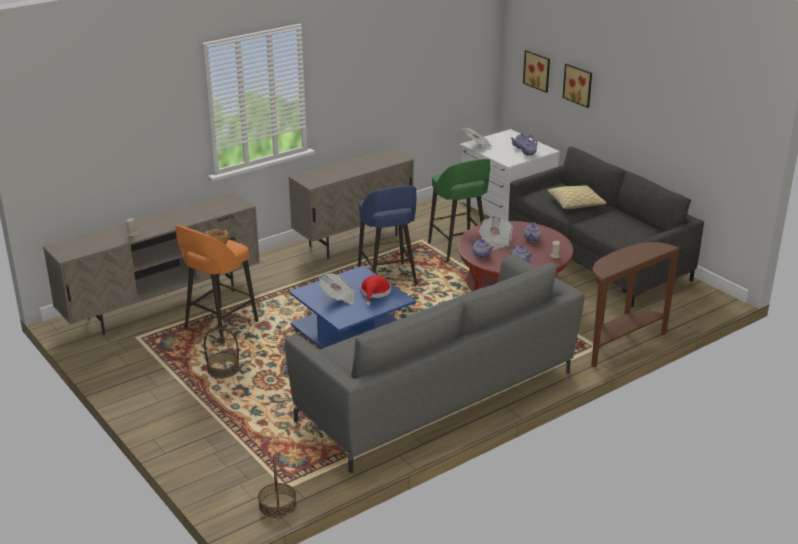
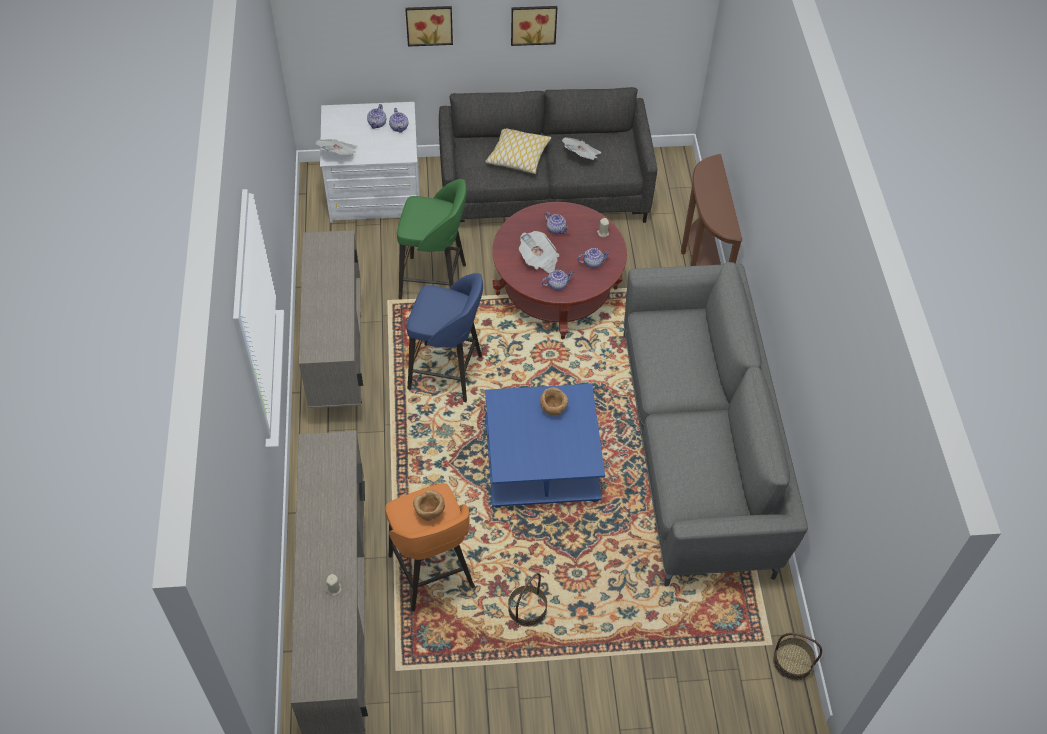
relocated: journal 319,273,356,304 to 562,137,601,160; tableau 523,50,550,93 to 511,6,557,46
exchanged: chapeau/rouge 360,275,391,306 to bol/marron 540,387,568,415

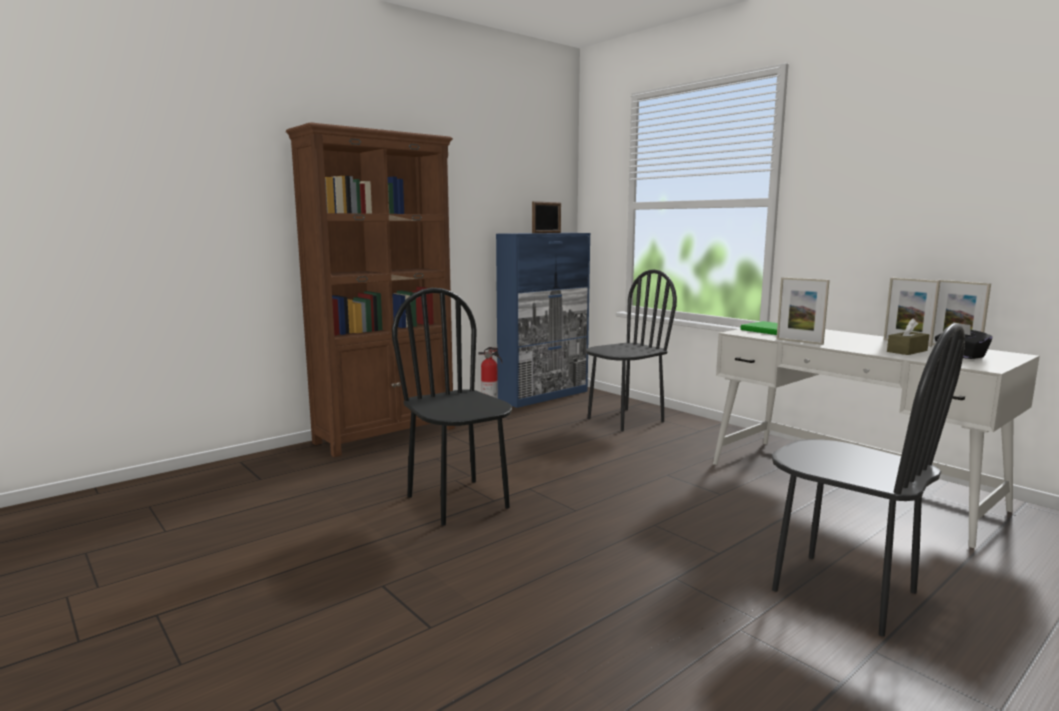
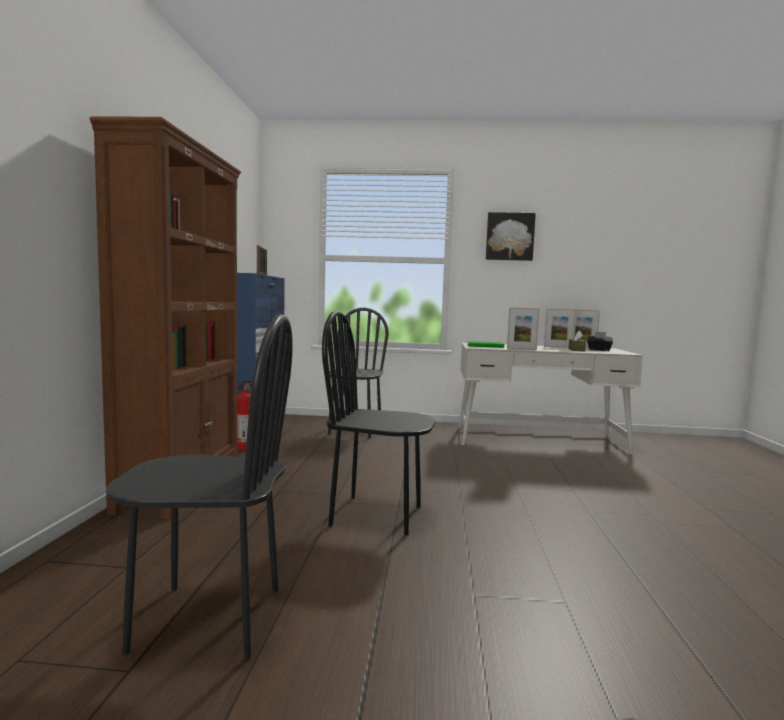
appeared: tableau 486,212,536,261
relocated: chaise/noir 772,323,965,637 to 106,314,293,661

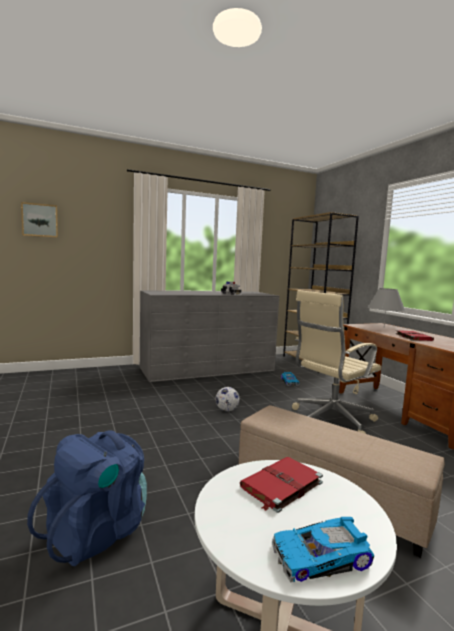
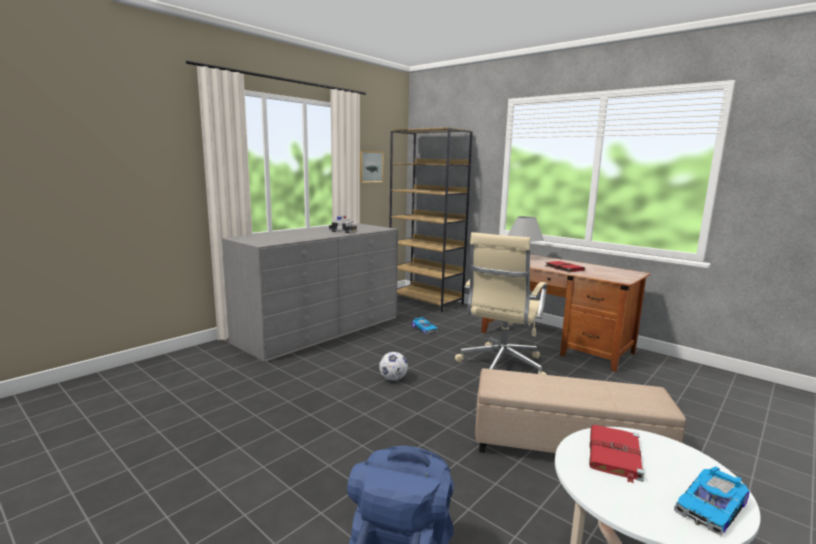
relocated: tableau 21,202,58,238 to 360,151,384,183

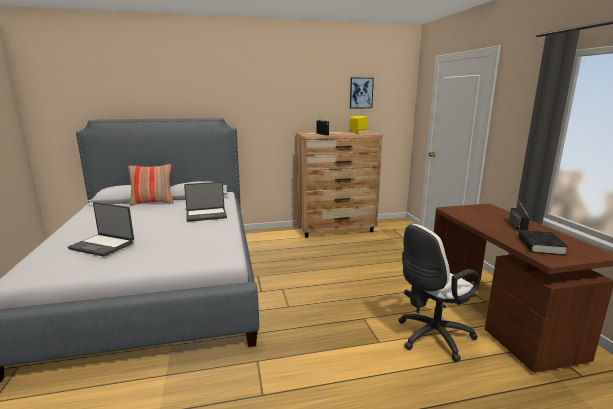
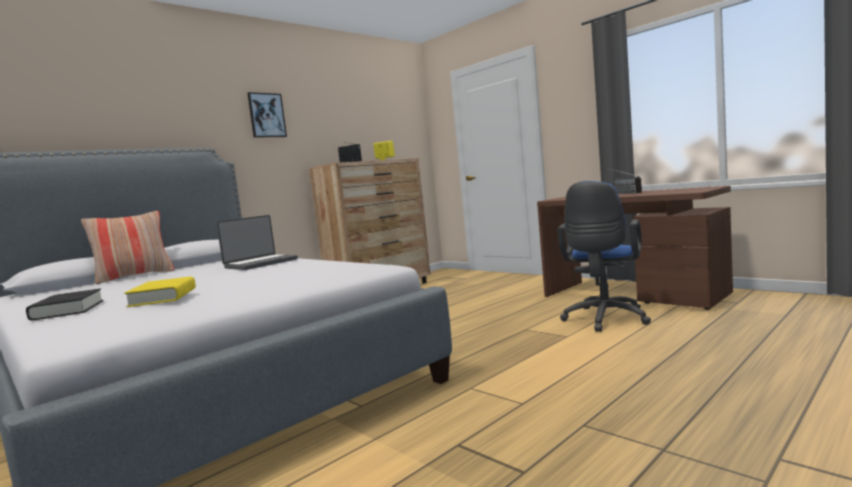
relocated: tableau 350,78,374,109 to 247,92,287,138; livre/noir 519,230,568,256 to 26,288,103,320
exchanged: ordinateur portable 68,202,134,257 to livre/jaune 124,276,196,307
colour: chaise de bureau/blanc 398,224,480,361 to chaise de bureau/bleu 557,181,651,332

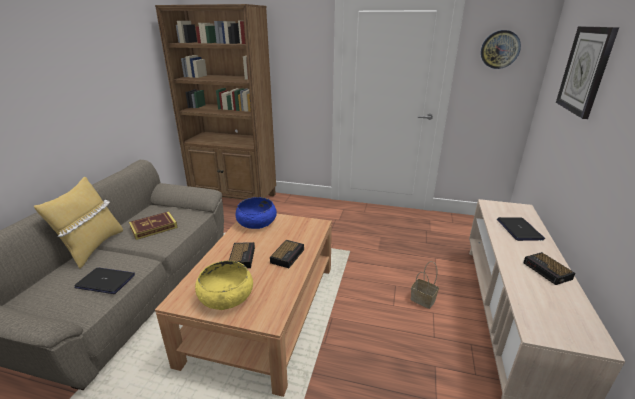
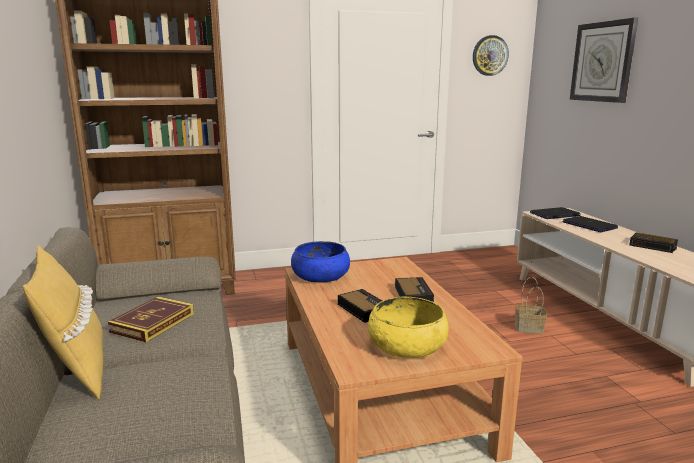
relocated: ordinateur portable 74,268,135,294 to 530,207,580,219

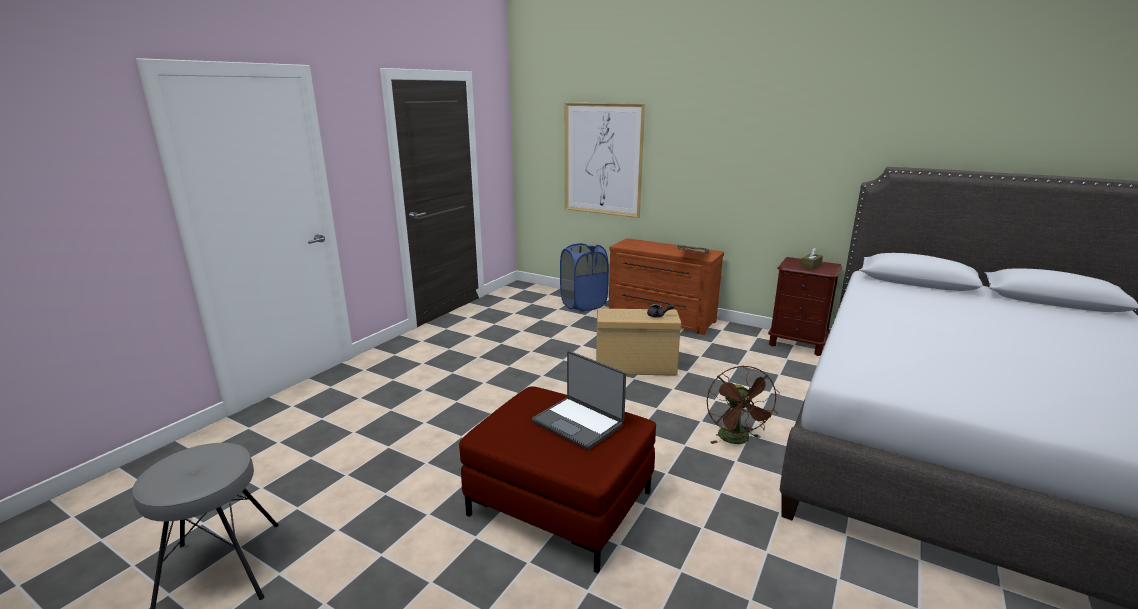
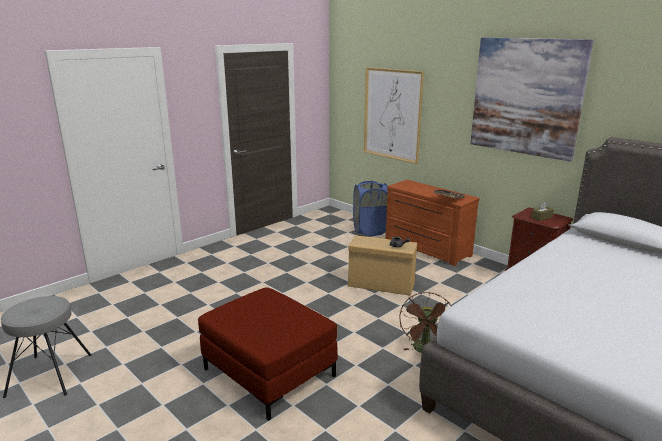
missing: ordinateur portable 532,351,626,450
appeared: tableau 470,38,594,162

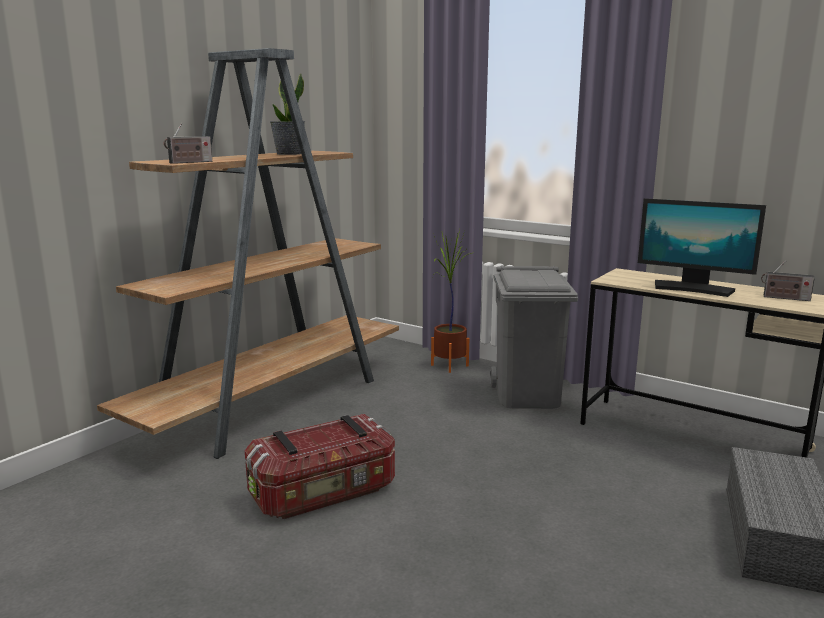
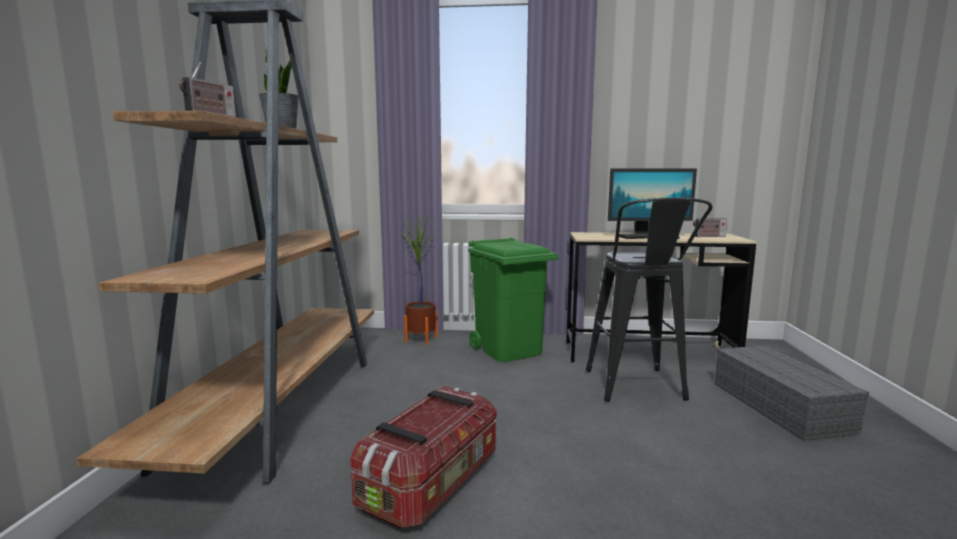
appeared: tabouret/noir 586,198,713,402
colour: poubelle/gris 490,265,578,409 to poubelle/vert 468,238,559,362

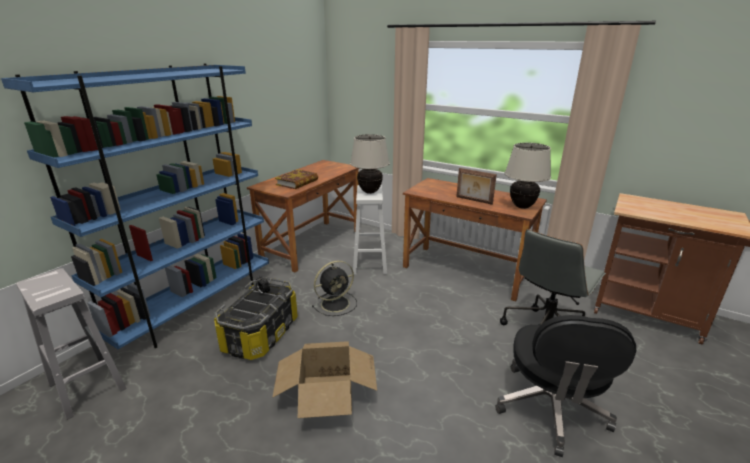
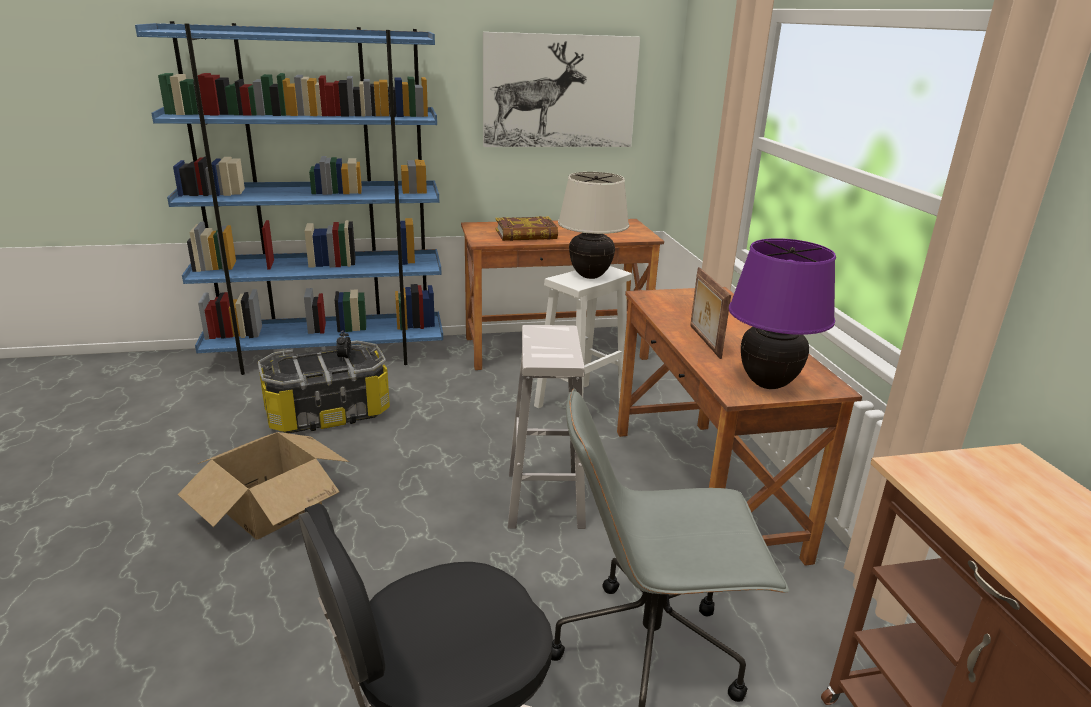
missing: ventilateur/noir 312,260,357,316
appeared: tableau 483,32,640,147
relocated: tabouret/blanc 16,268,126,420 to 508,325,586,529
colour: lampe de table/beige 505,143,551,209 to lampe de table/violet 729,238,836,389

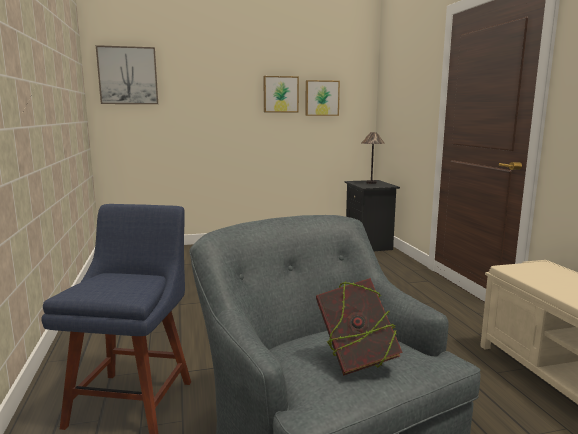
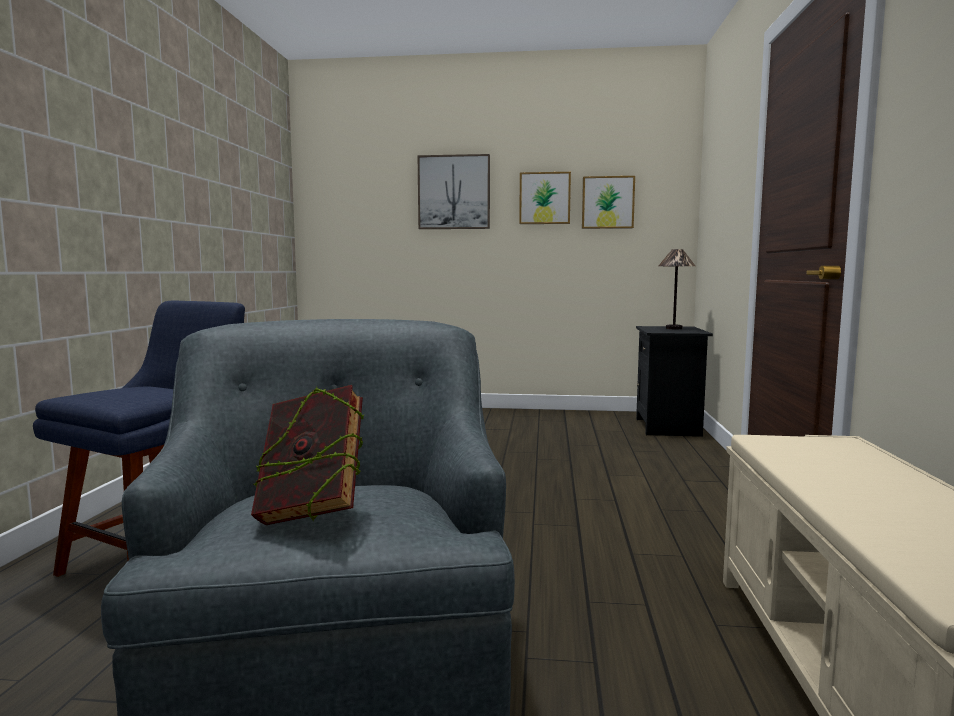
relocated: tableau 96,45,158,104 to 418,154,490,229

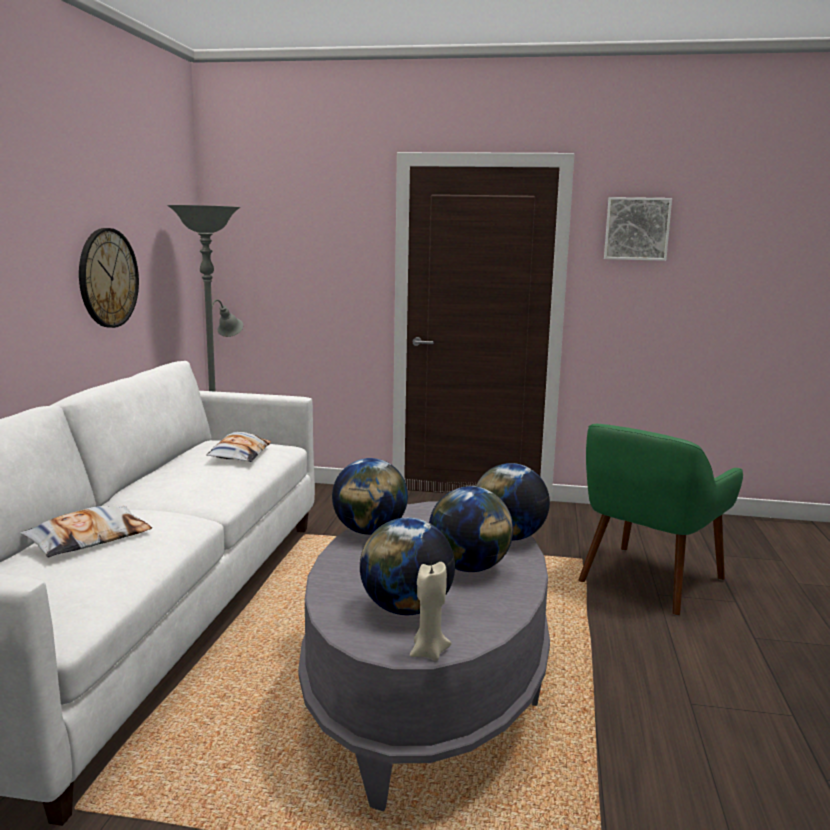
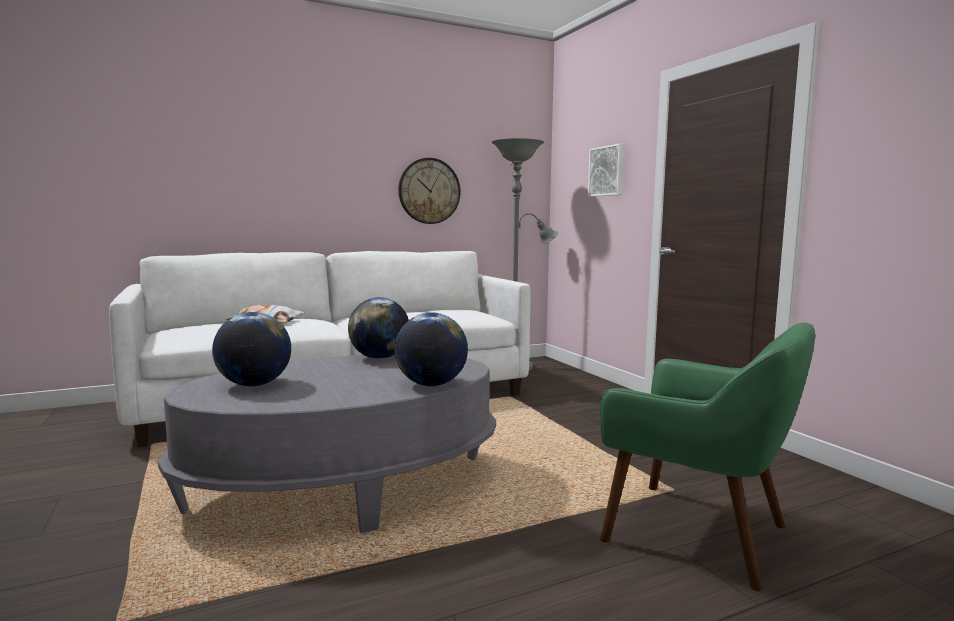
missing: coussin 206,432,271,462; bougie/beige 410,562,451,661; globe 429,486,513,572
relocated: tableau 604,197,672,261 to 588,144,625,197
spun: fauteuil/vert 578,424,743,616 = 600,323,815,592 150 degrees counterclockwise

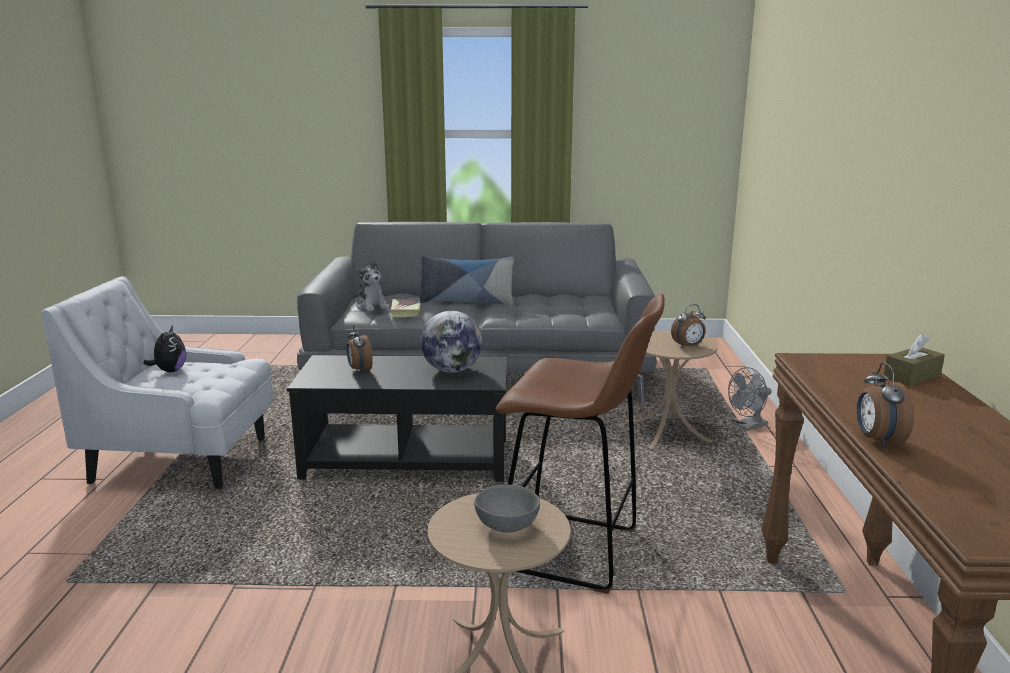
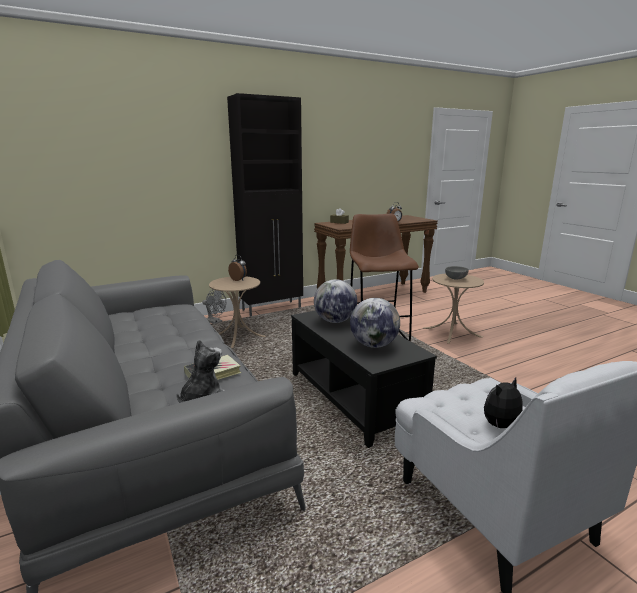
missing: coussin 419,255,514,305
appeared: meuble de rangement/noir 227,93,303,317
exchanged: réveil 346,325,373,373 to globe 350,298,400,348

